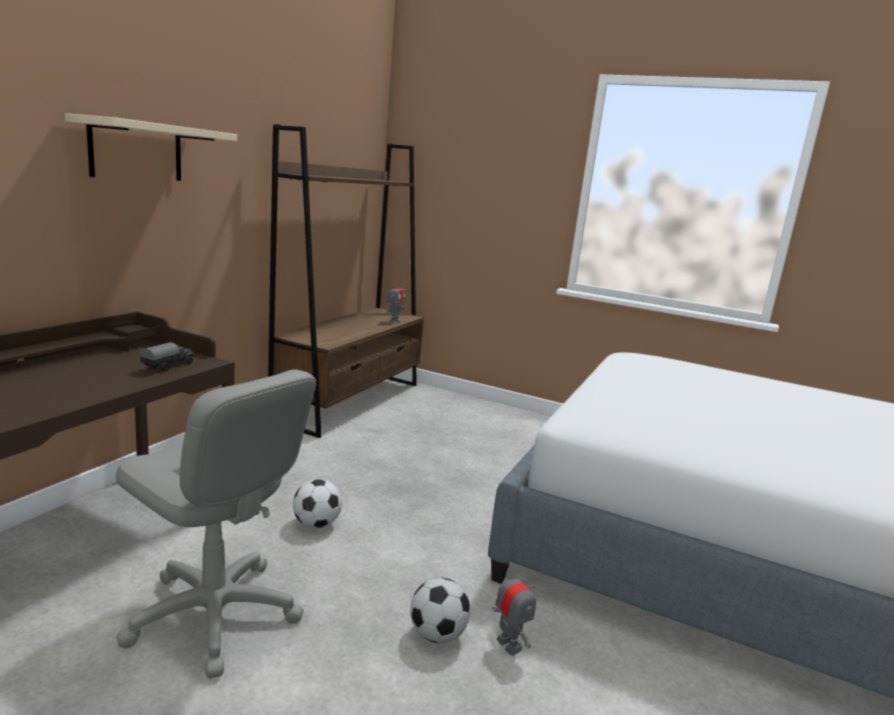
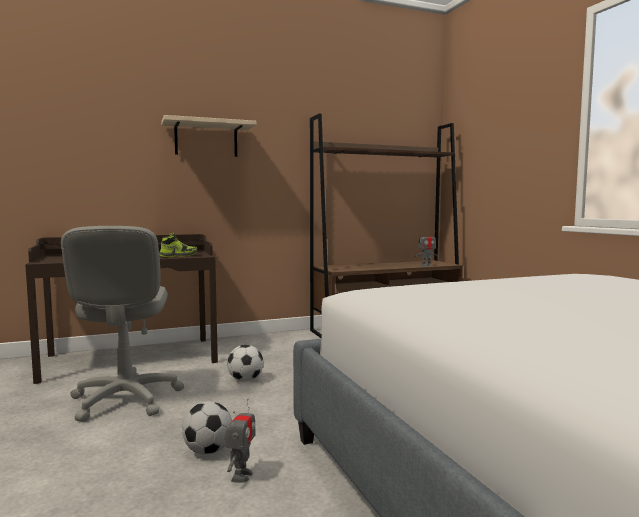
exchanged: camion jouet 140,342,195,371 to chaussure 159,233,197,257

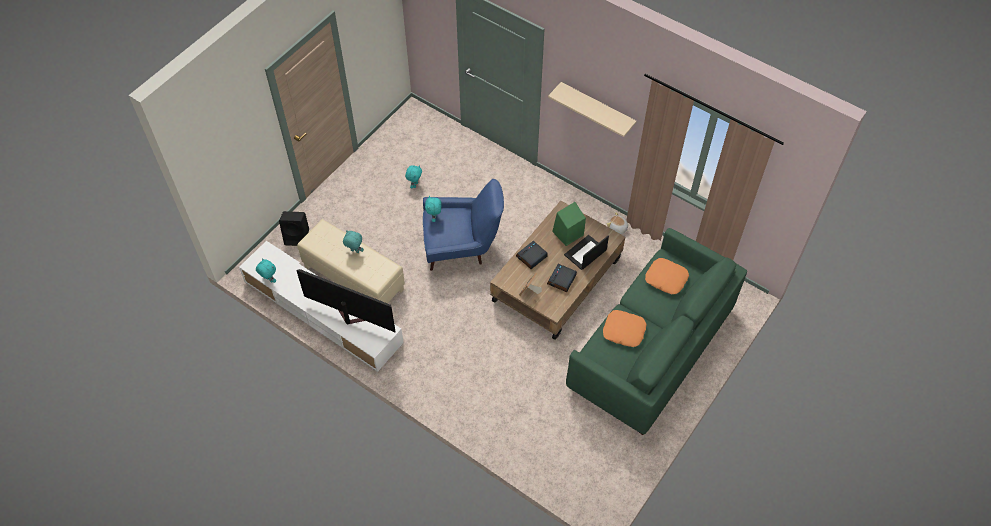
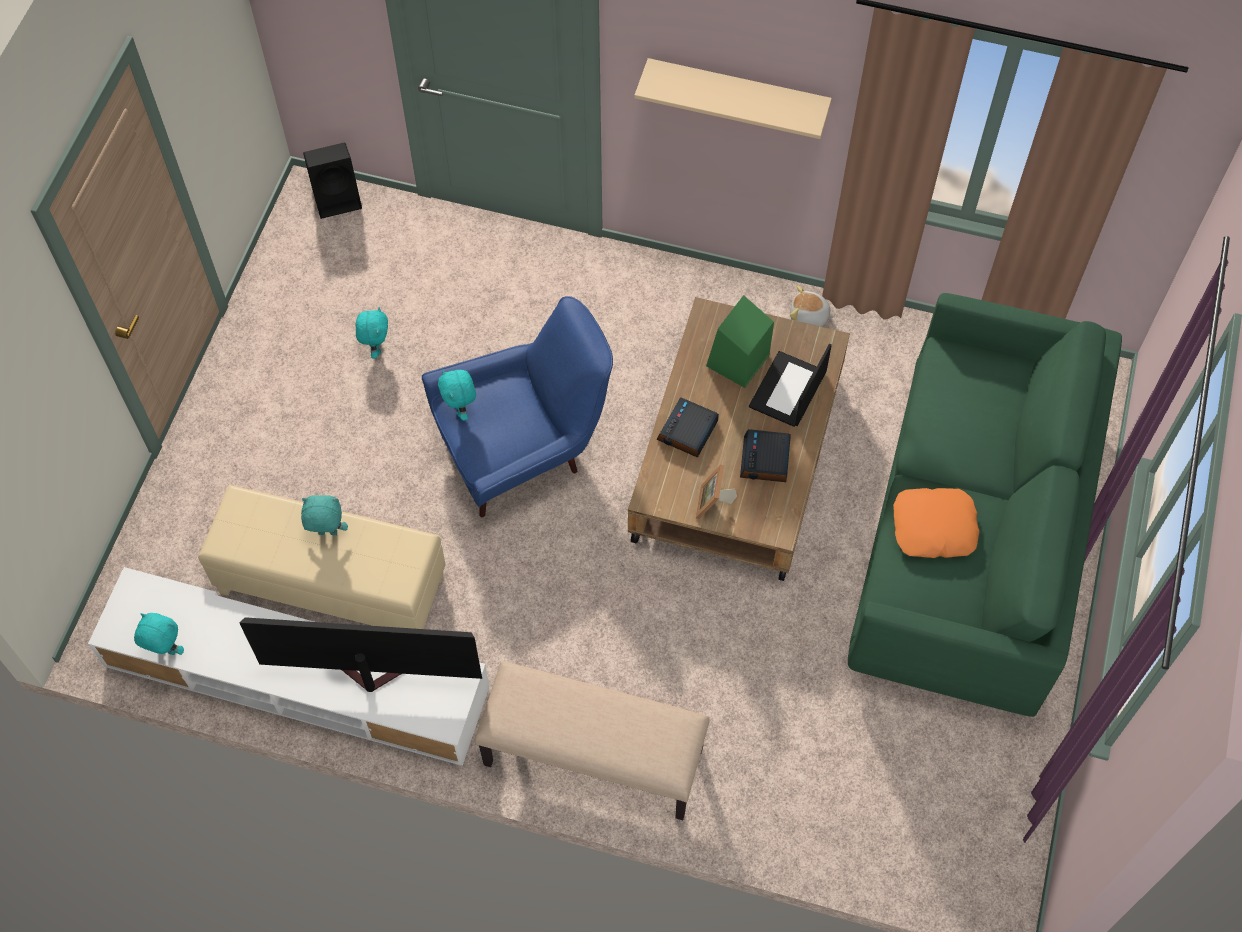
missing: coussin/orange 645,258,689,294
appeared: banc/beige 475,661,710,820
relocated: enceinte/noir 279,211,309,246 to 303,143,362,219

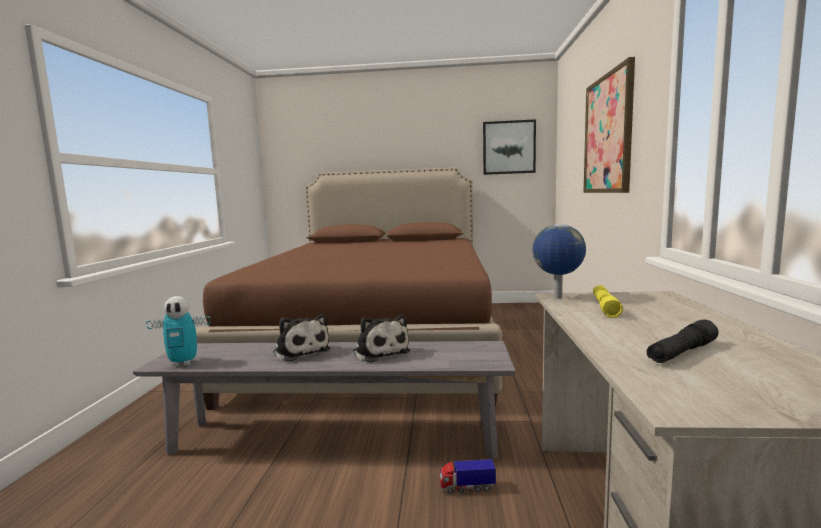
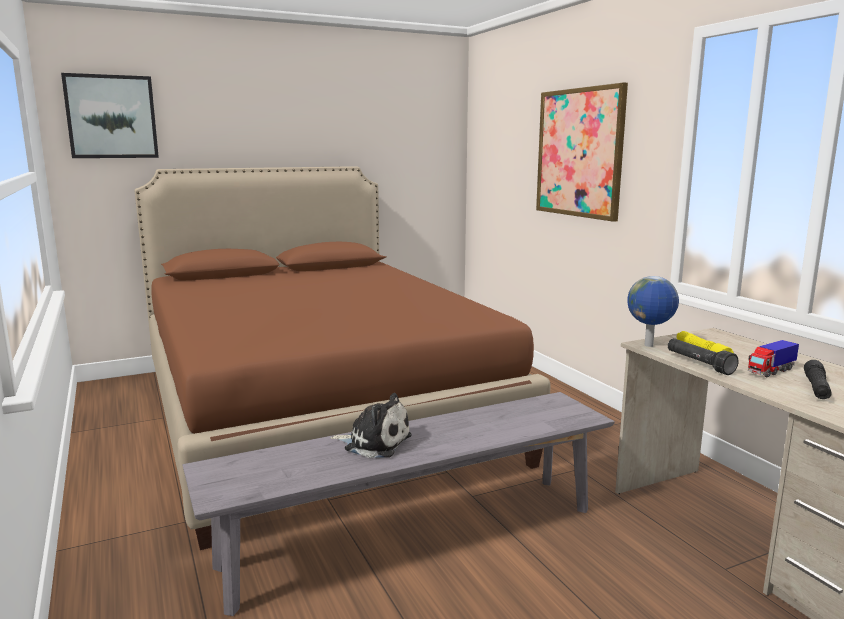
missing: robot jouet 146,296,211,366; peluche 353,315,410,363
appeared: lampe de poche/noir 668,338,739,375
relocated: camion jouet 439,459,496,494 to 748,340,799,377; tableau 483,119,536,175 to 61,73,159,158

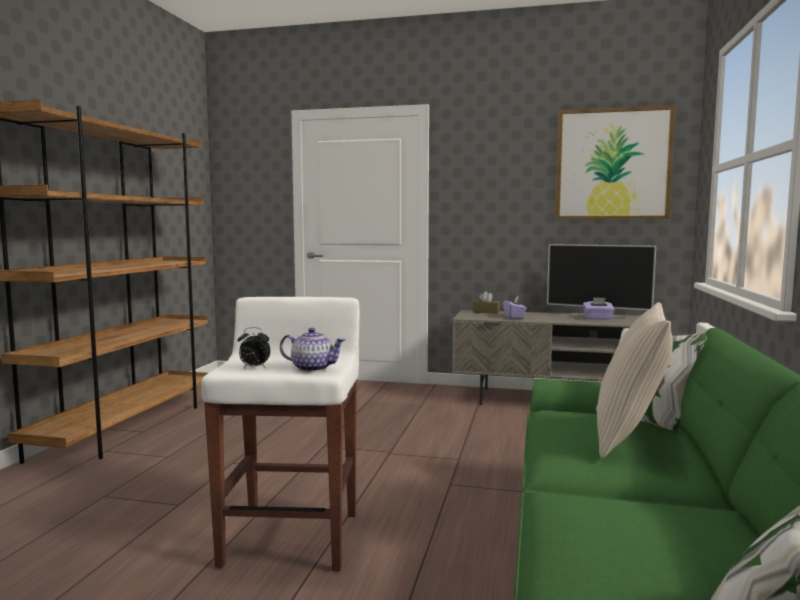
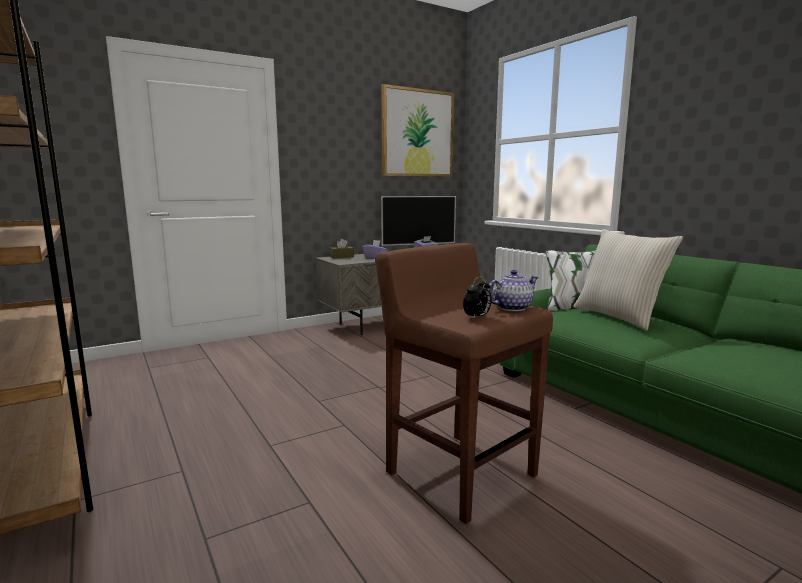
colour: tabouret/blanc 201,297,360,572 to tabouret/marron 375,243,553,524

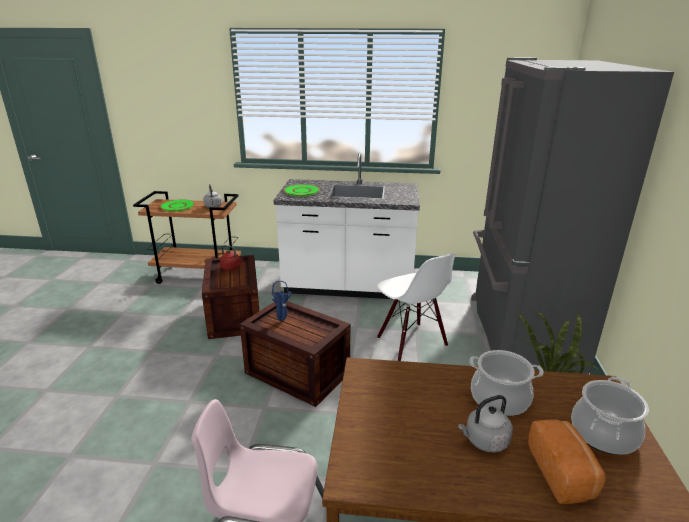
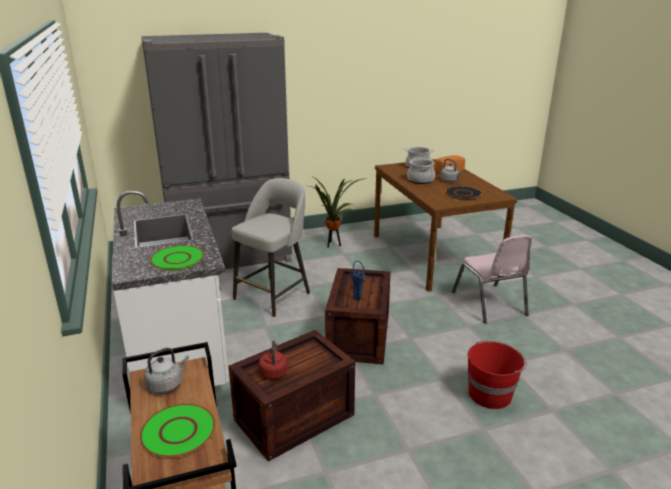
appeared: assiette/noir 445,186,482,200; seau/rouge 467,340,527,409
exchanged: chaise/blanc 377,253,456,361 to tabouret/gris 232,178,310,317

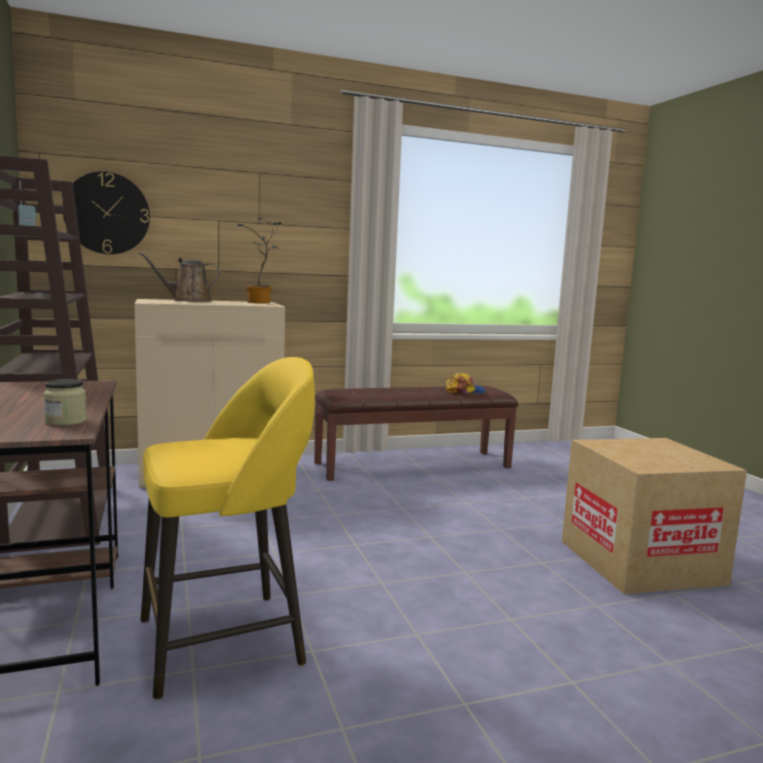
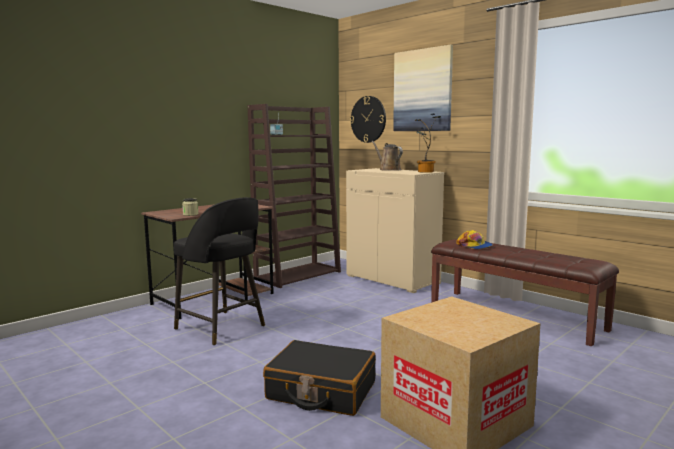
appeared: valise/noir 263,340,376,416; tableau 393,45,453,131
relocated: casquette 446,373,486,394 to 456,230,493,249
colour: tabouret/jaune 141,357,315,699 to tabouret/noir 174,197,265,345

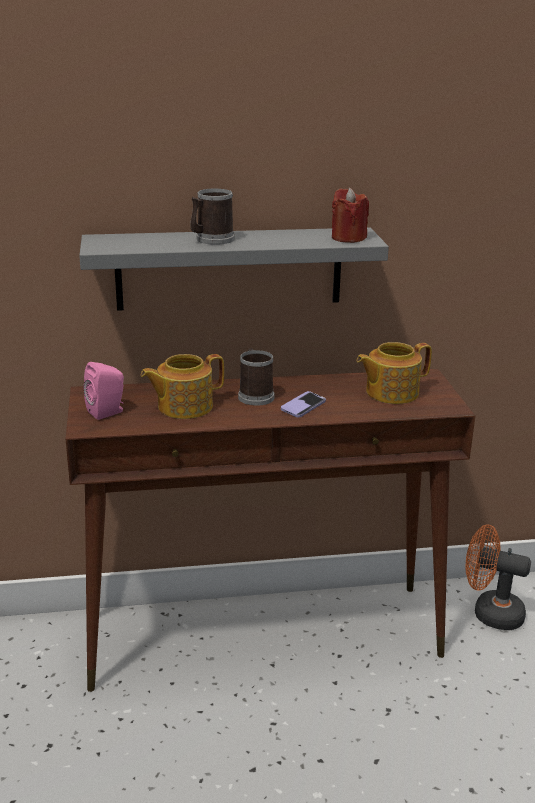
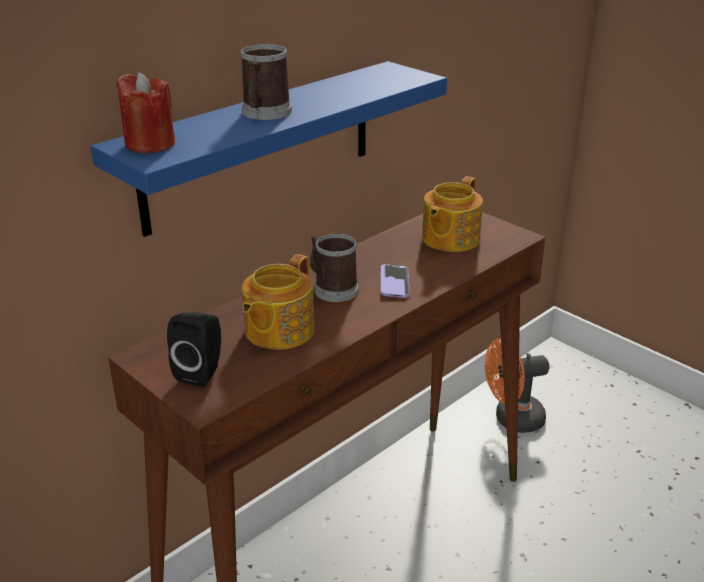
relocated: bougie/rouge 332,188,369,243 to 116,72,175,153
colour: étagère/gris 79,228,389,311 to étagère/bleu 90,61,447,237; enceinte/rose 83,362,124,420 to enceinte/noir 167,312,221,387

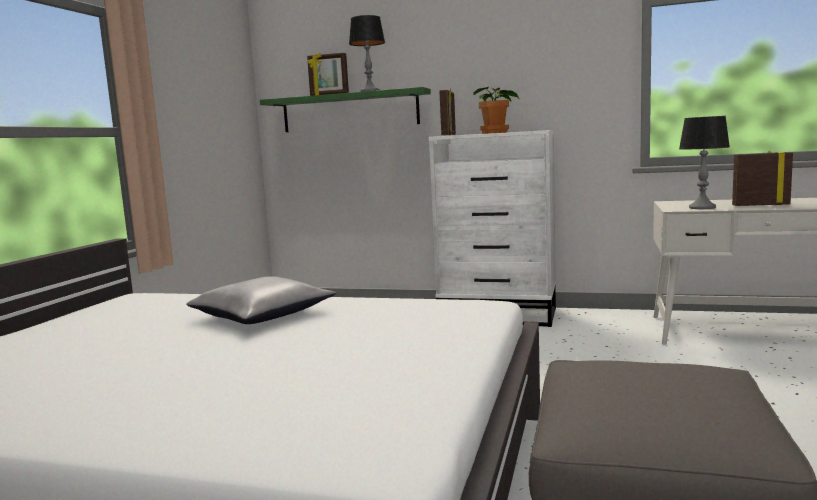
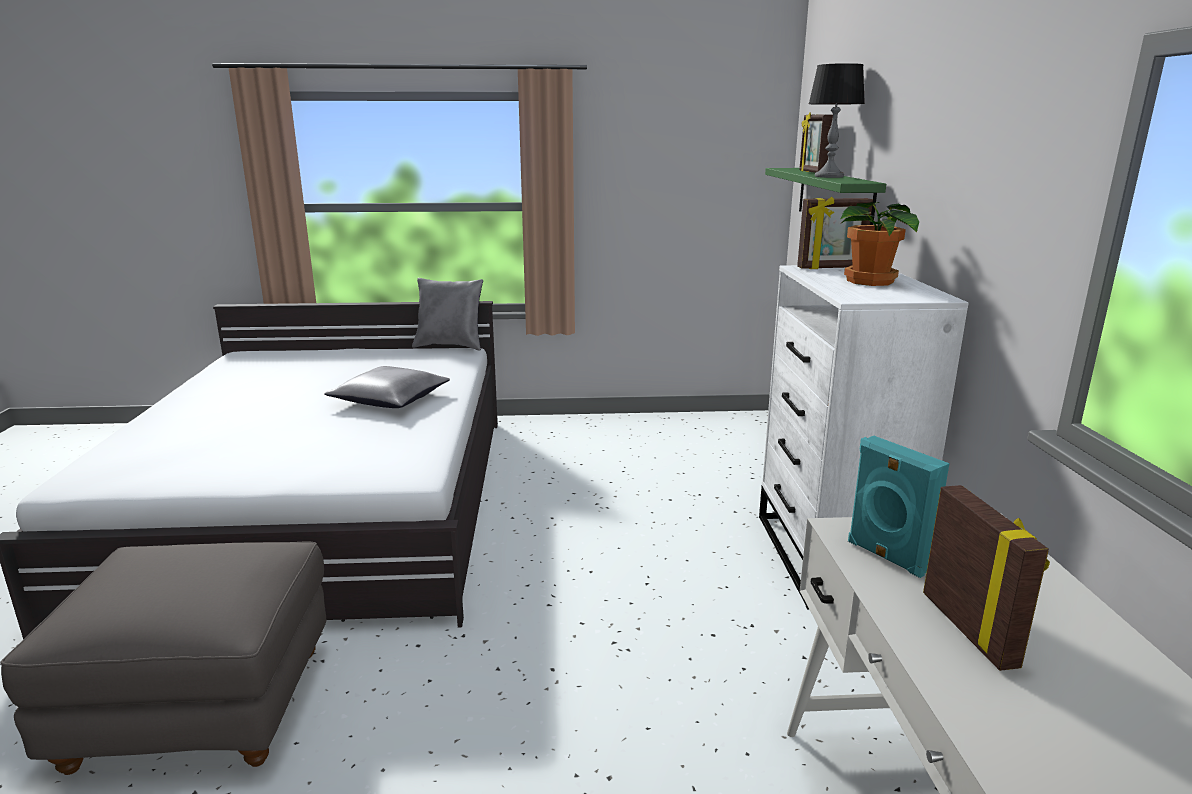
appeared: coussin/gris 412,278,483,351
exchanged: lampe de table 679,116,730,209 to enceinte/turquoise 848,436,950,578

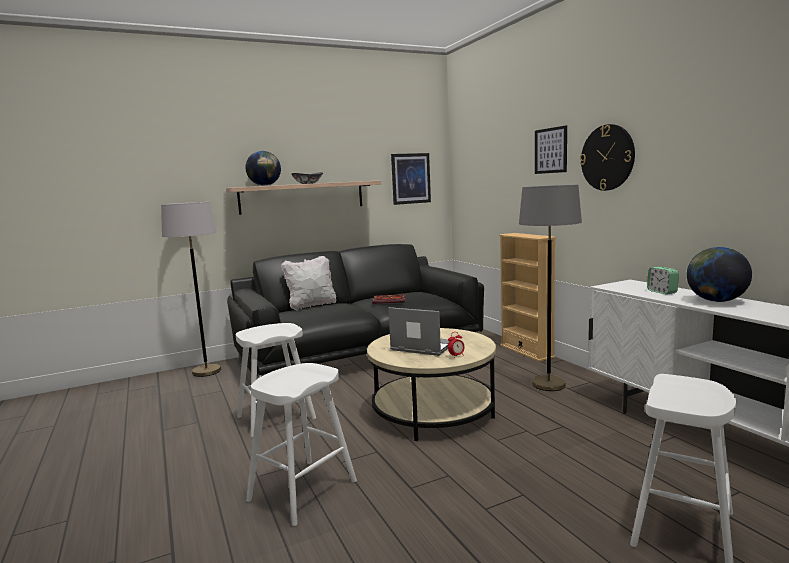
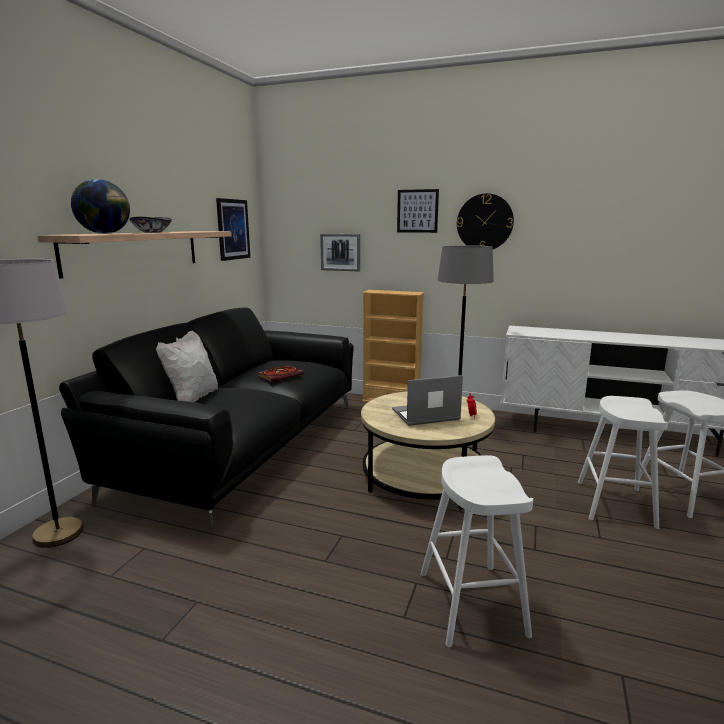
missing: réveil 647,267,679,294; globe 687,247,752,302
appeared: tableau 320,234,360,271
relocated: tabouret/blanc 236,323,316,437 to 577,396,668,529

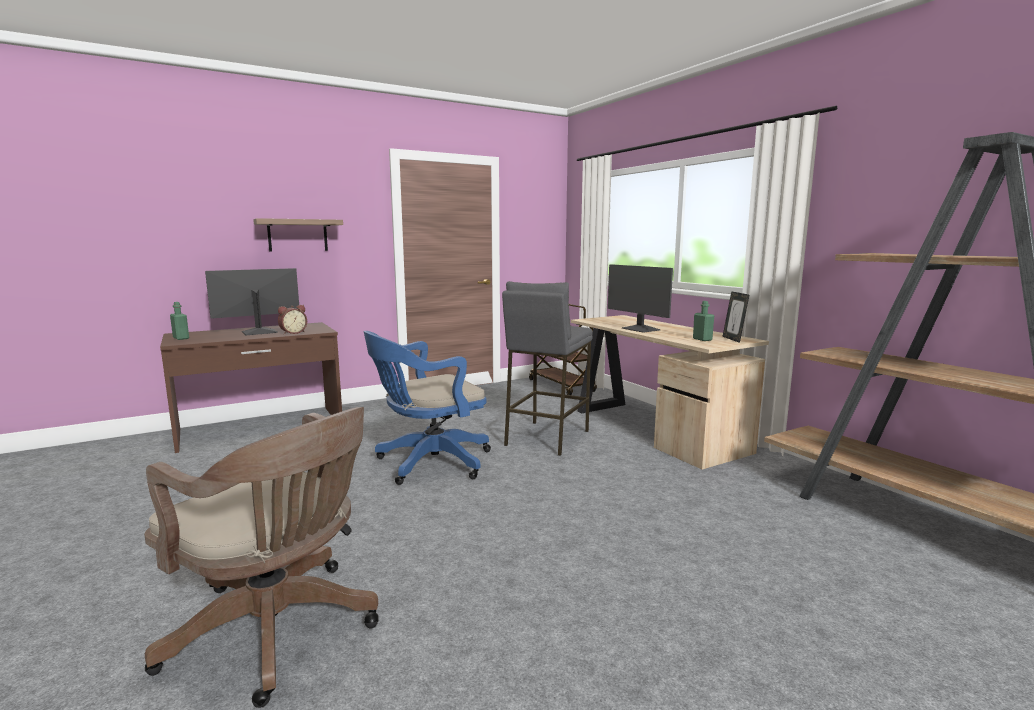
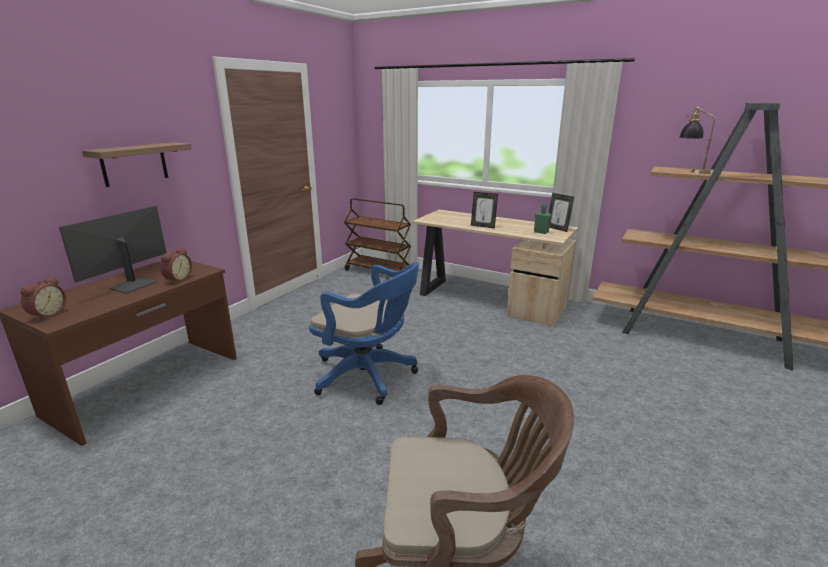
missing: tabouret/gris 502,281,593,456
appeared: lampe de table 680,107,715,174
exchanged: bouteille/vert 170,302,189,340 to réveil 20,276,66,321; écran d'ordinateur 608,264,673,333 to cadre photo 471,192,498,229
spun: chaise de bureau/bleu 364,331,491,485 = 309,262,419,405 90 degrees counterclockwise

